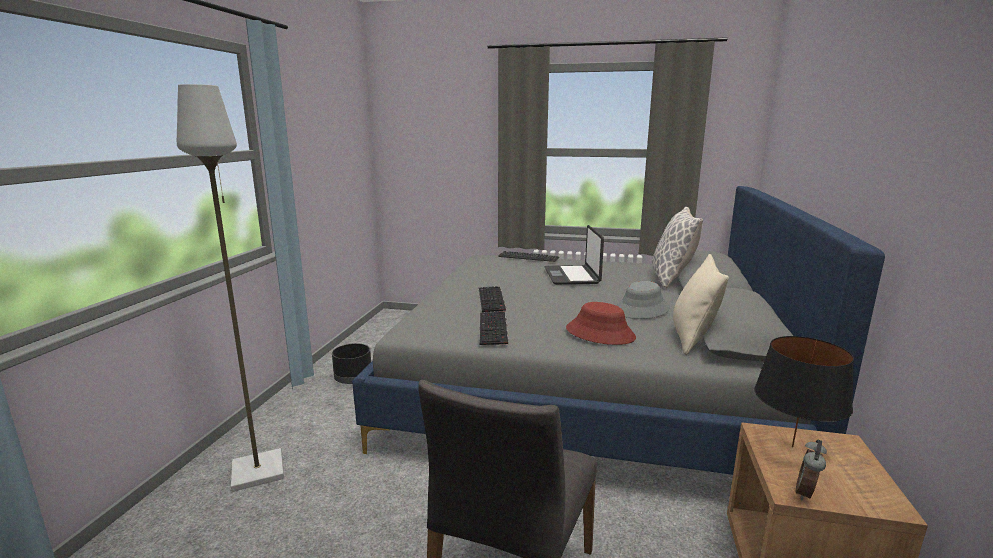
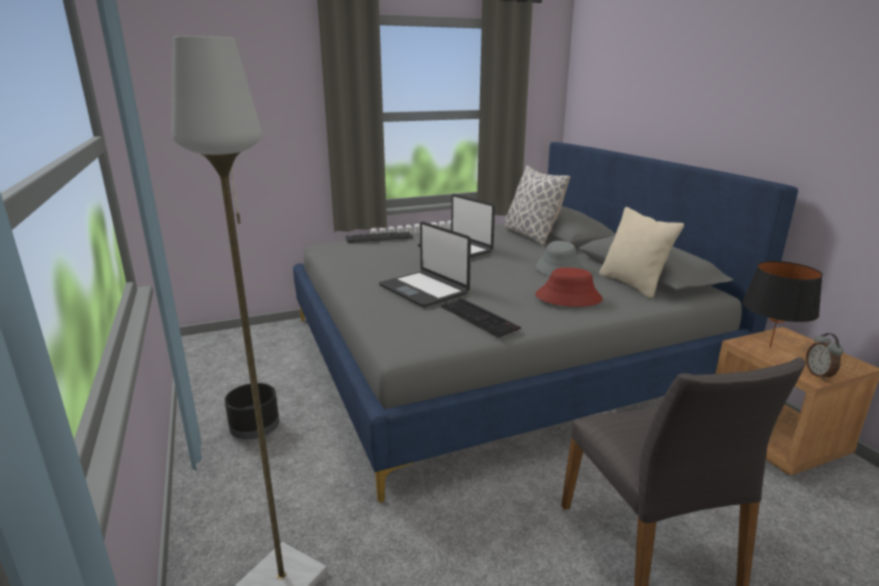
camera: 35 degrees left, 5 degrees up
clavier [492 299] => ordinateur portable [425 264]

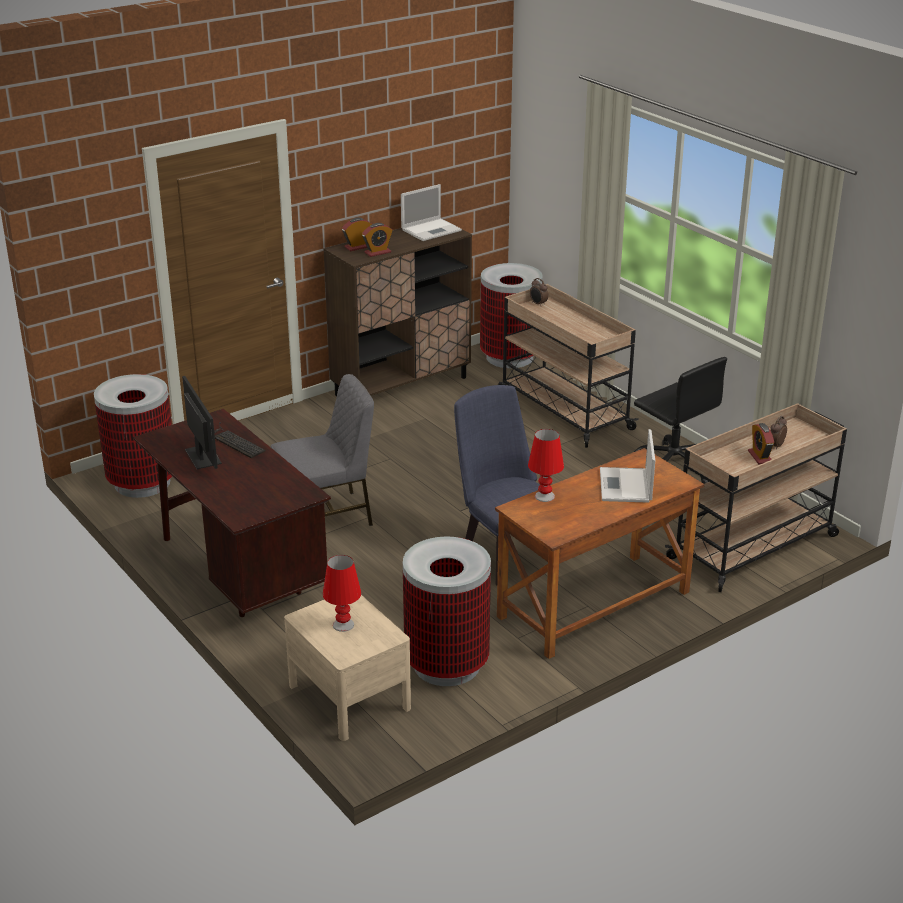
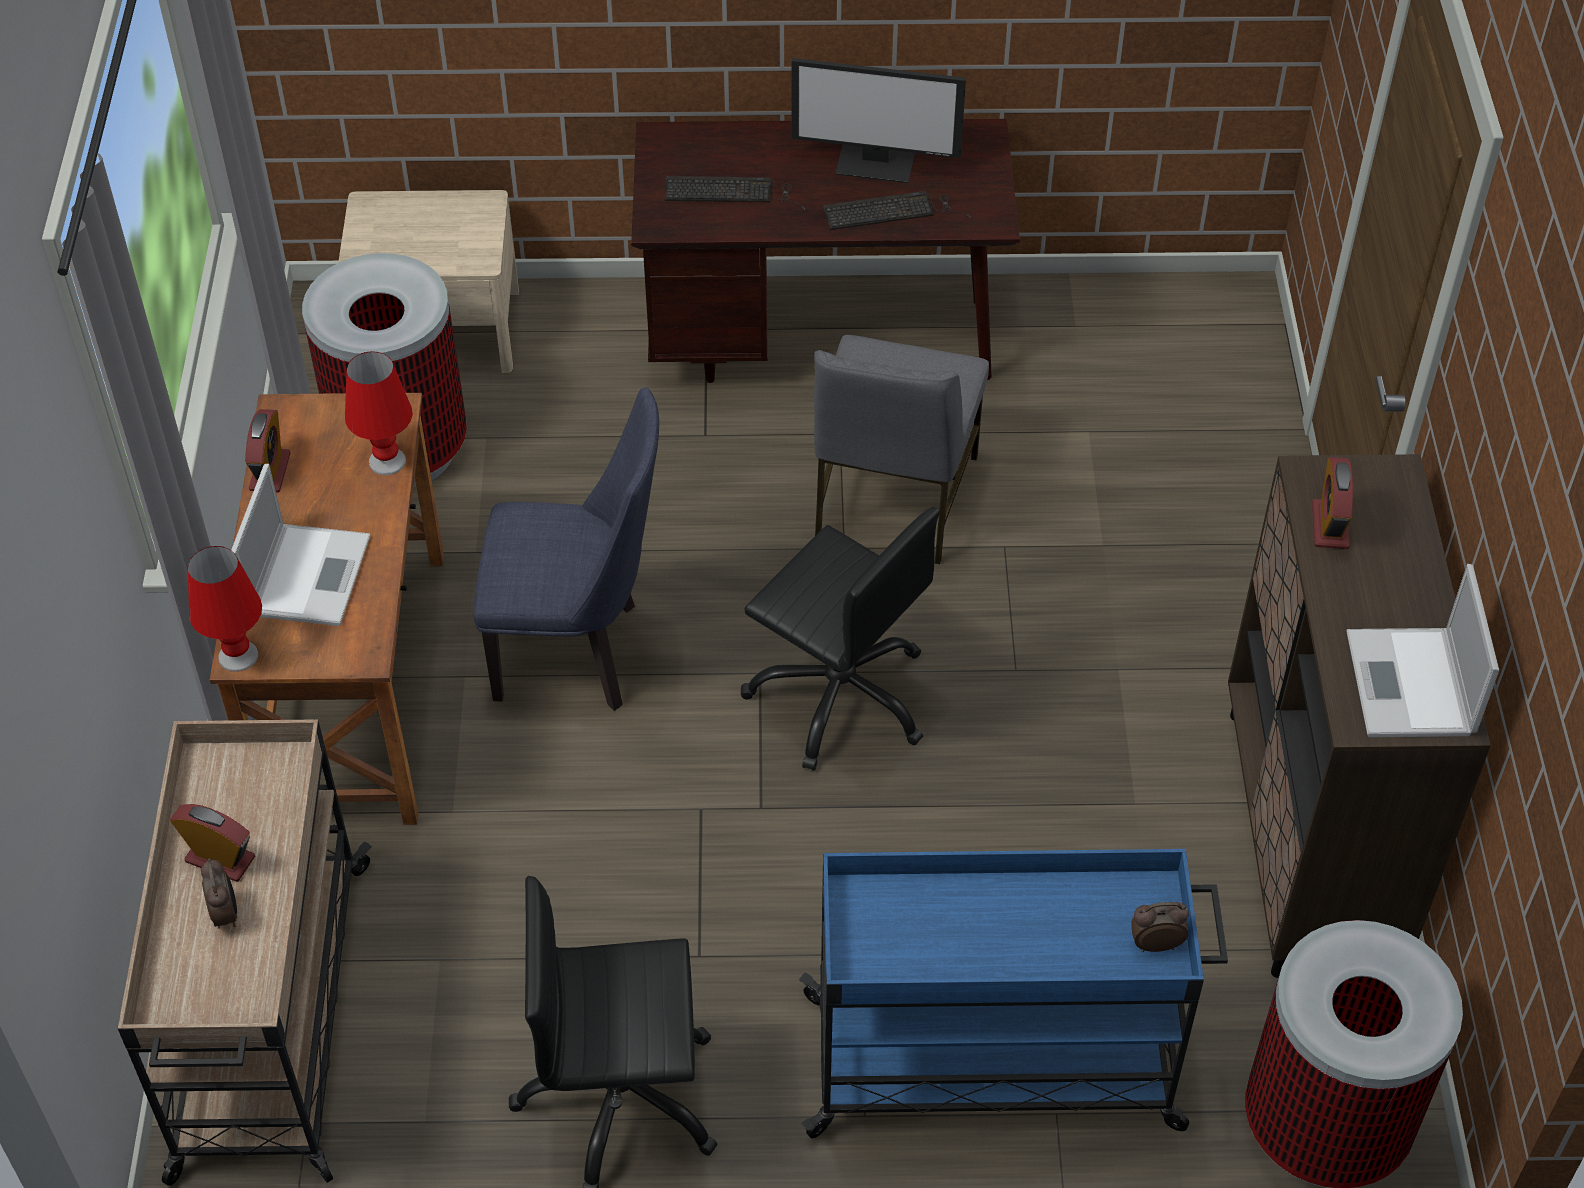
camera: 125 degrees right, 20 degrees up
réveil [357 234] => réveil [268 451], moved
chariot/beige [568 366] => chariot/bleu [1013 993]
poubelle [133 436] => nothing
ordinateur portable [627 466] => ordinateur portable [300 545], 60 degrees clockwise
lampe de table/rouge [342 593] => lampe de table/rouge [225 609], moved
nothing => clavier [735 193]
nothing => chaise de bureau/noir [840 639]

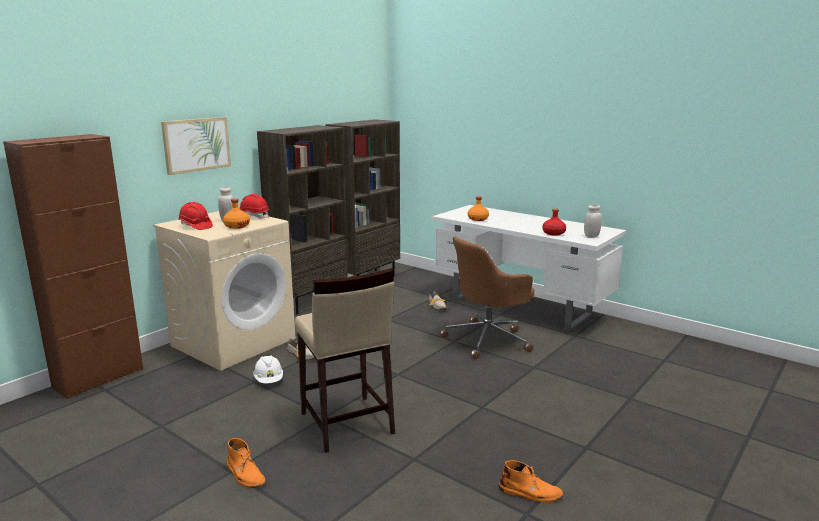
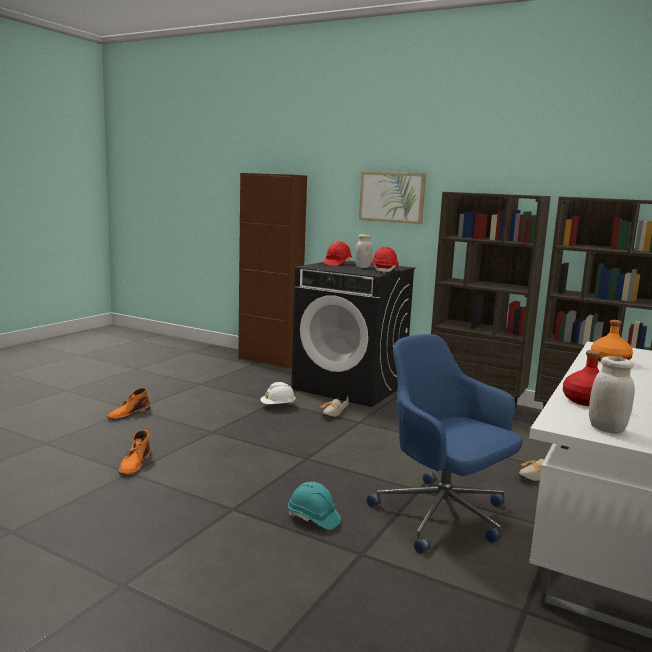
camera: 80 degrees right, 5 degrees down
bouteille/orange [236 213] => nothing
lave-linge/beige [224 291] => lave-linge/noir [353 334]
chaise de bureau/marron [487 297] => chaise de bureau/bleu [444 444]
tabouret/beige [345 360] => nothing
botte/orange [531 481] => botte/orange [134 453], moved
nothing => casque de chantier/turquoise [314 506]

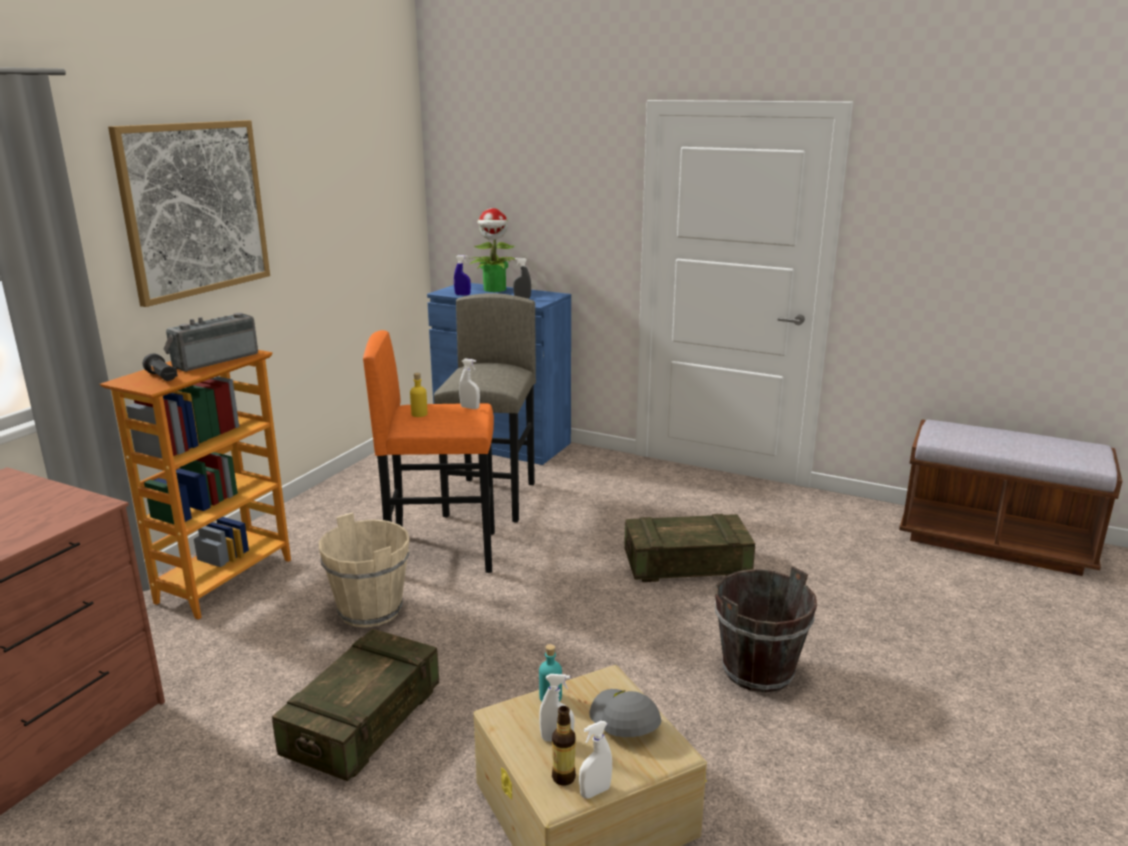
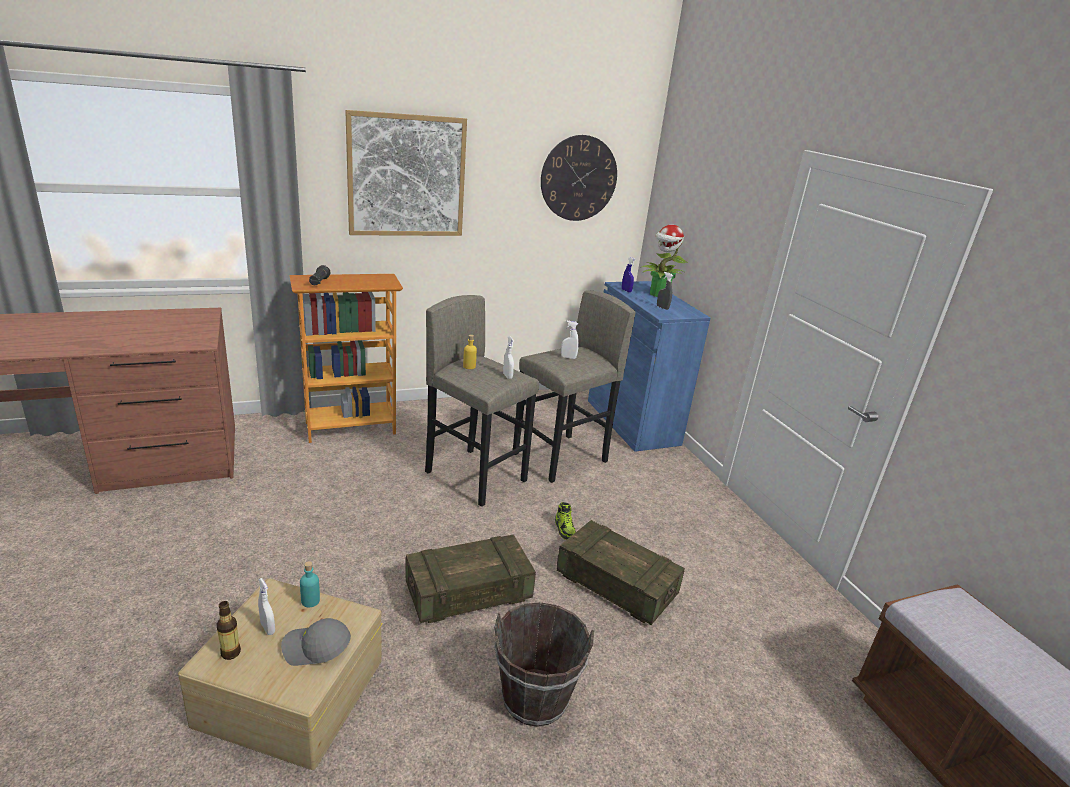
camera: 40 degrees right, 5 degrees up
radio [211 342] => nothing
tabouret/orange [429 451] => tabouret/gris [482 401]
seau/beige [364 569] => nothing
caisse [355 705] => caisse [470 578], moved
casquette/gris [625 713] => casquette/gris [316 642], 105 degrees counterclockwise
vaporisateur/blanc [595 760] => vaporisateur/blanc [570 340], moved
nothing => horloge murale [579 178]
nothing => chaussure [565 521]

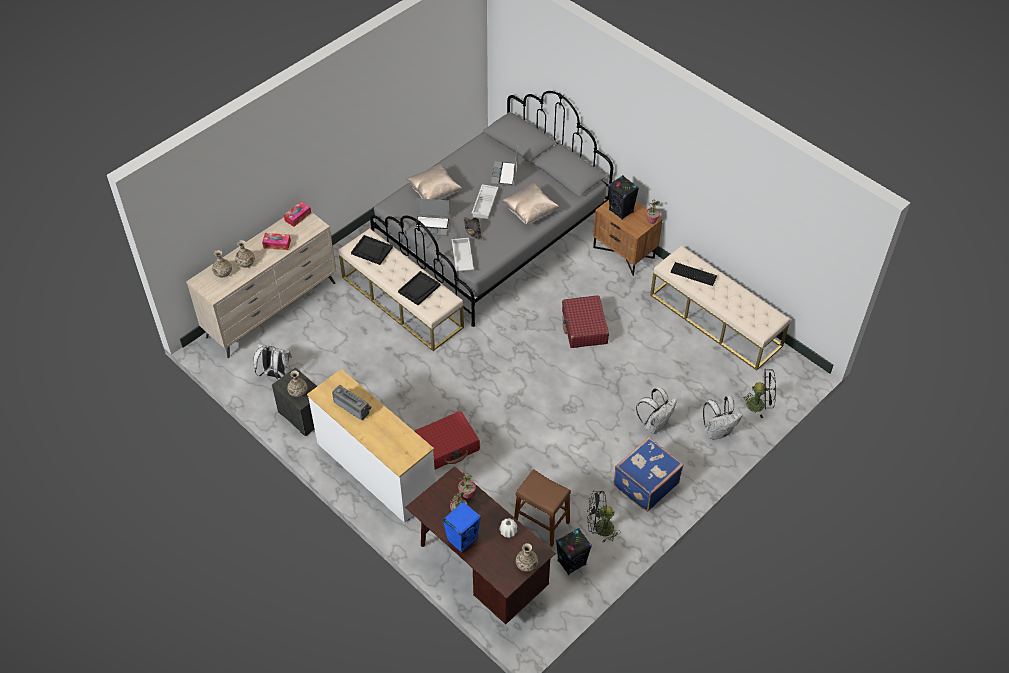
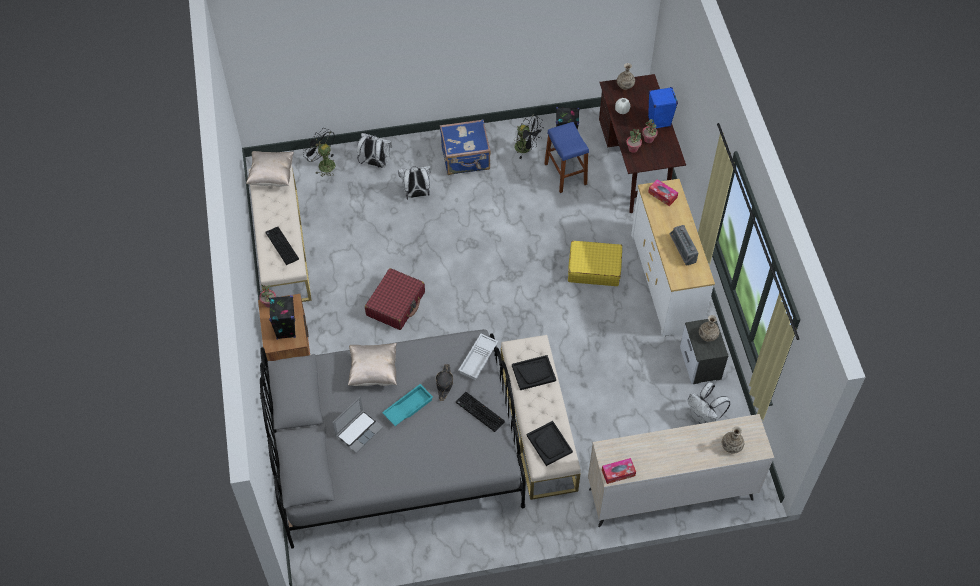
camera: 145 degrees left, 5 degrees up
coussin/beige [434 182] => coussin/beige [270 169], moved
plateau/blanc [485 201] => plateau/turquoise [407 405]
ordinateur portable [432 217] => clavier [480 412]
boîte à mouchoirs [276 241] => boîte à mouchoirs [663 192], moved
vase [245 254] => nothing
valise/rouge [447 440] => valise/jaune [595 263]
tabouret/marron [542 507] => tabouret/bleu [566 157]

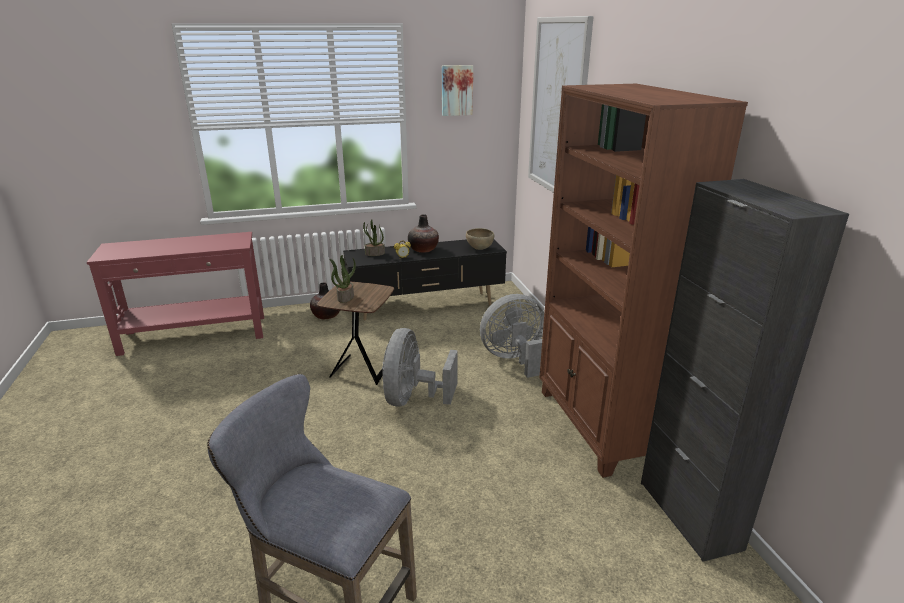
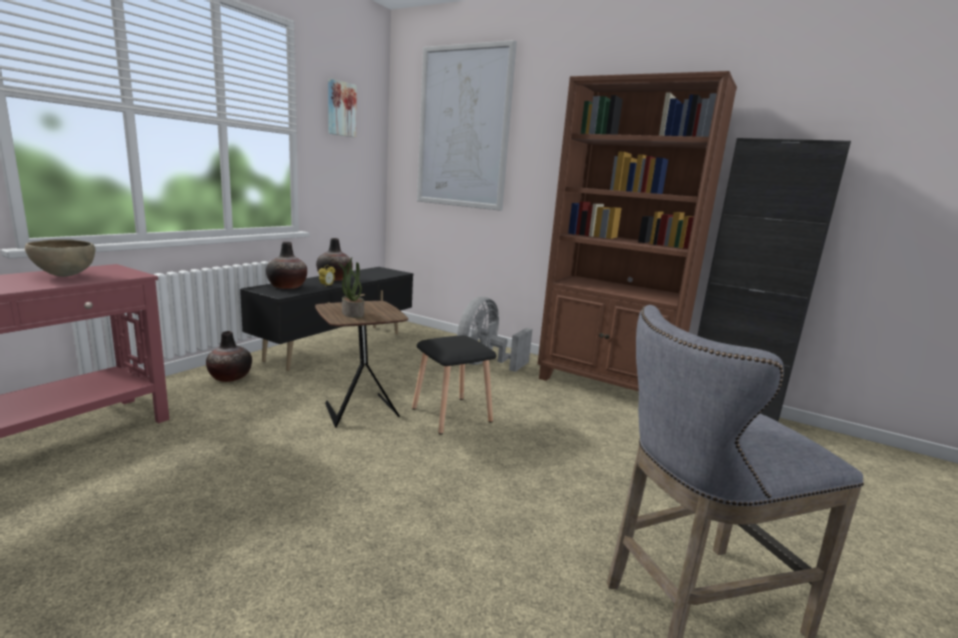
camera: 45 degrees left, 10 degrees down
plante en pot [374 237] => vase [286 265]
bol/marron [480 239] => bol/marron [60 258], moved
ventilateur/gris [420 367] => tabouret/noir [454 385]

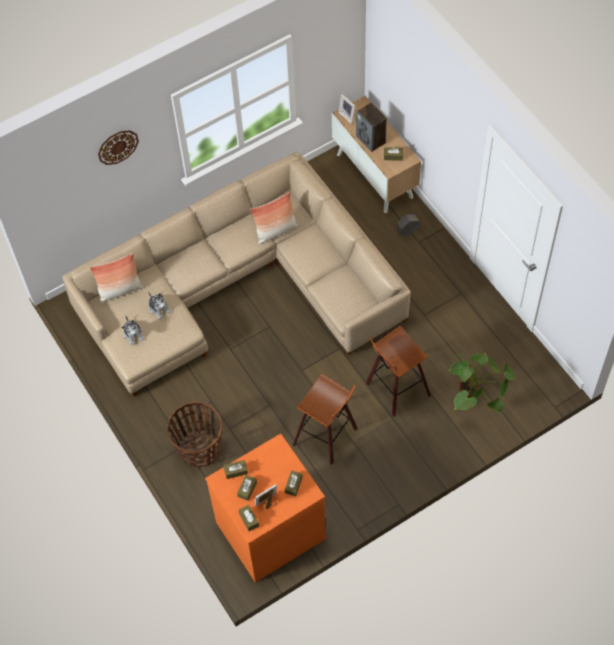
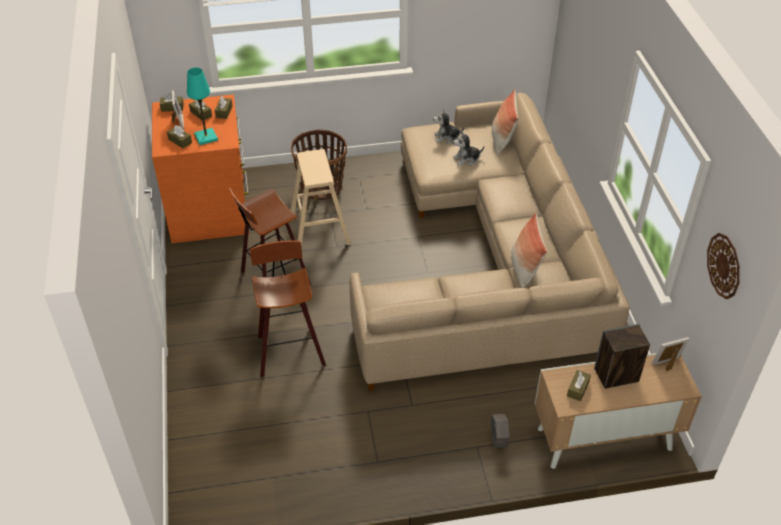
camera: 110 degrees right, 15 degrees down
horloge murale [118 147] => horloge murale [723 266], moved
plante en pot [481 382] => nothing
nothing => lampe de table/turquoise [202 106]
nothing => tabouret/beige [320 198]

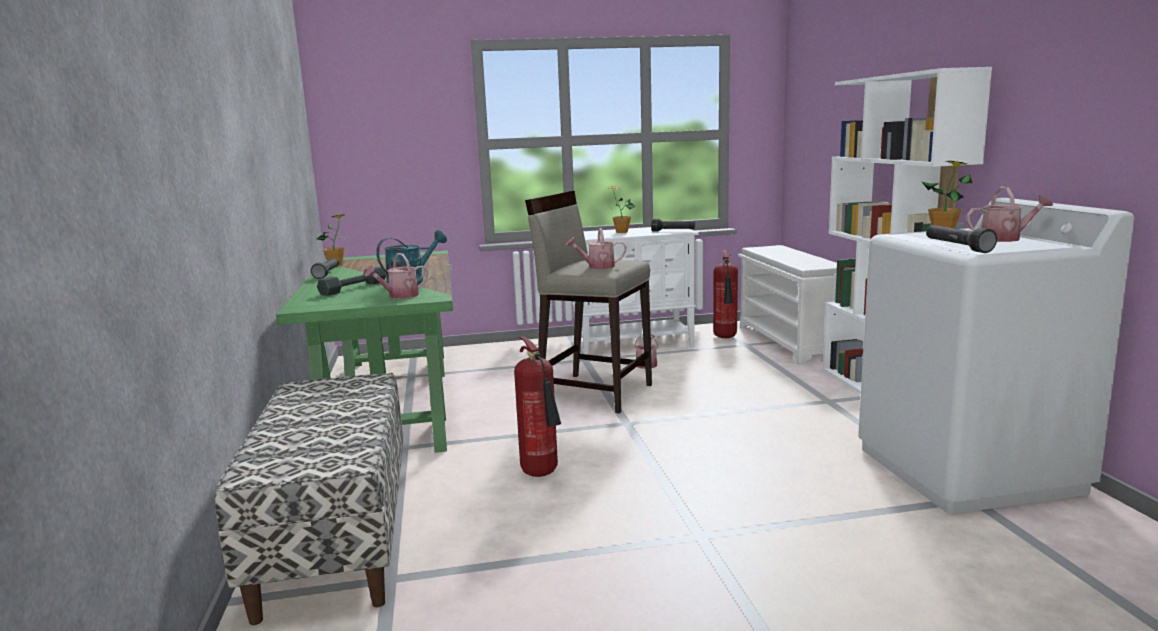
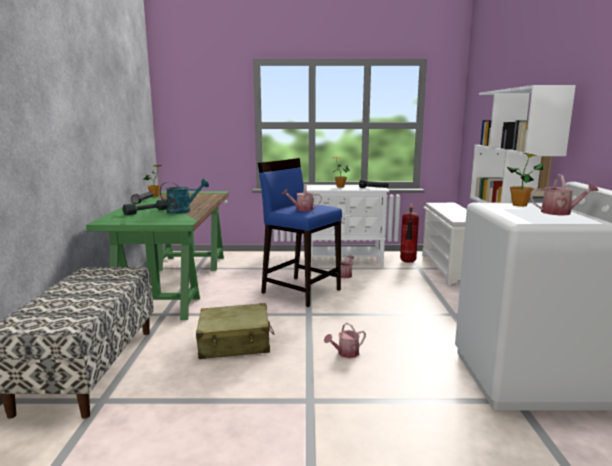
camera: 10 degrees right, 0 degrees up
tabouret/beige [588 302] => tabouret/bleu [300 232]
lampe de poche/noir [961 239] => nothing
arrosoir [396 275] => arrosoir [345 340], moved
extincteur [537 406] => valise/beige [235 331]

